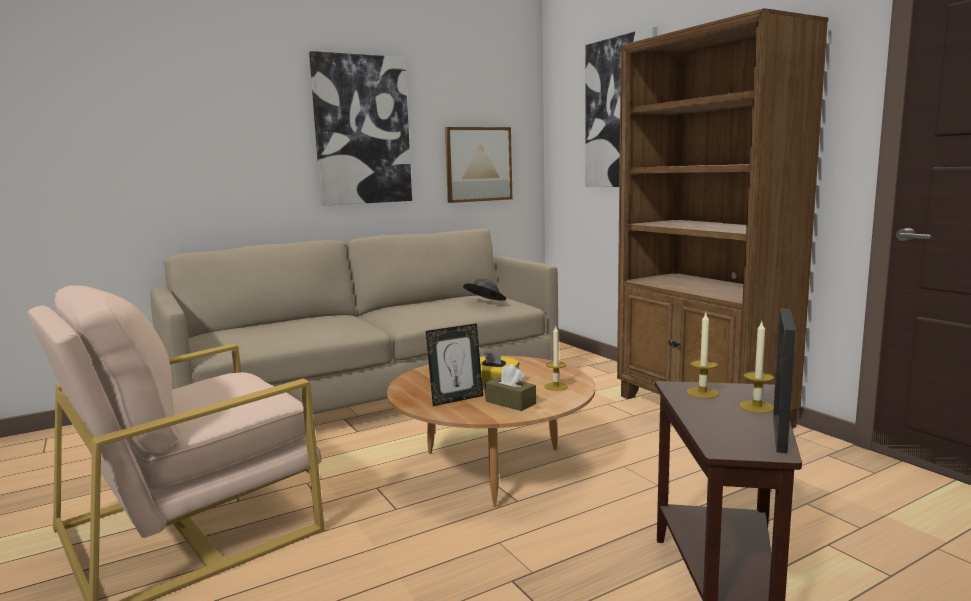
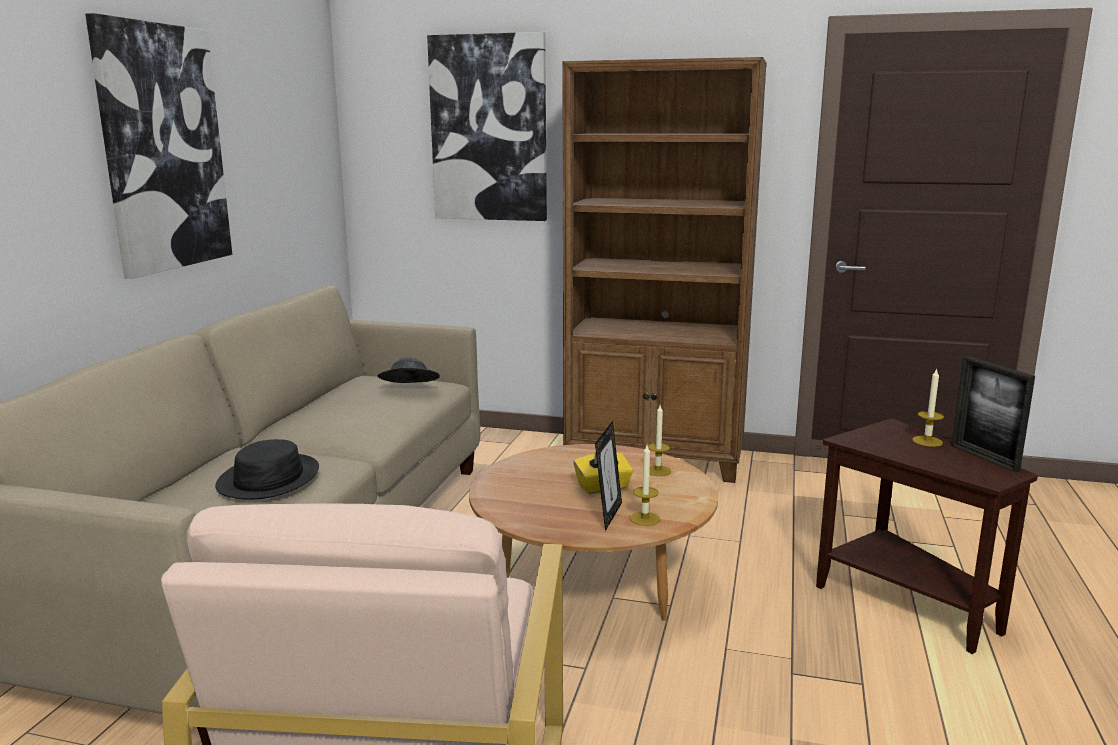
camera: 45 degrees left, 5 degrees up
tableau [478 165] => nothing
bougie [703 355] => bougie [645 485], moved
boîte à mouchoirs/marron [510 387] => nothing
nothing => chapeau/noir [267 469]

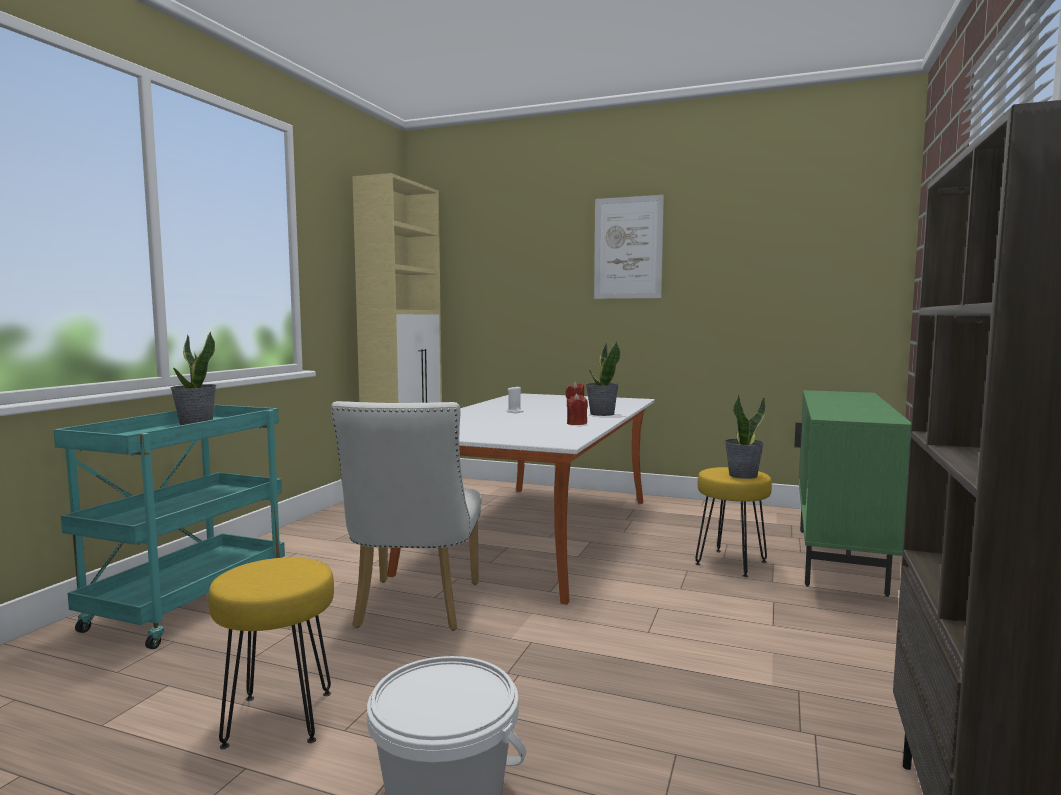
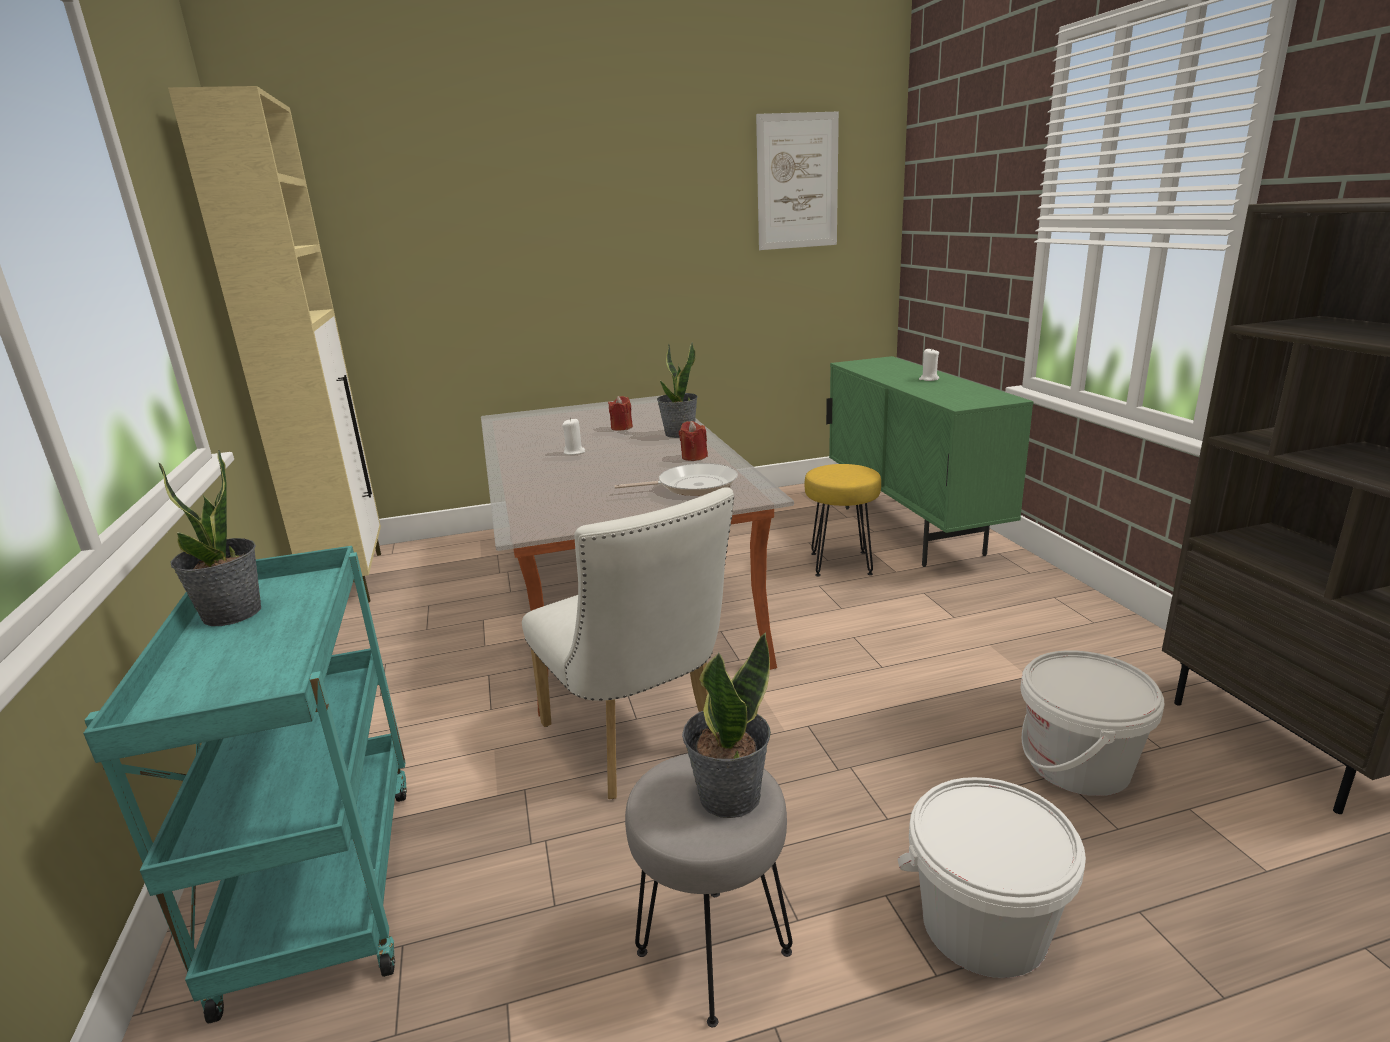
camera: 35 degrees left, 15 degrees up
tableau [629 247] => tableau [797 181], moved
plante en pot [745 436] => plante en pot [726 725], moved
tabouret/jaune [271 653] => tabouret/gris [708 890]
nothing => bougie/blanc [929 364]
nothing => poêle [676 479]
nothing => seau/blanc [1092 723]

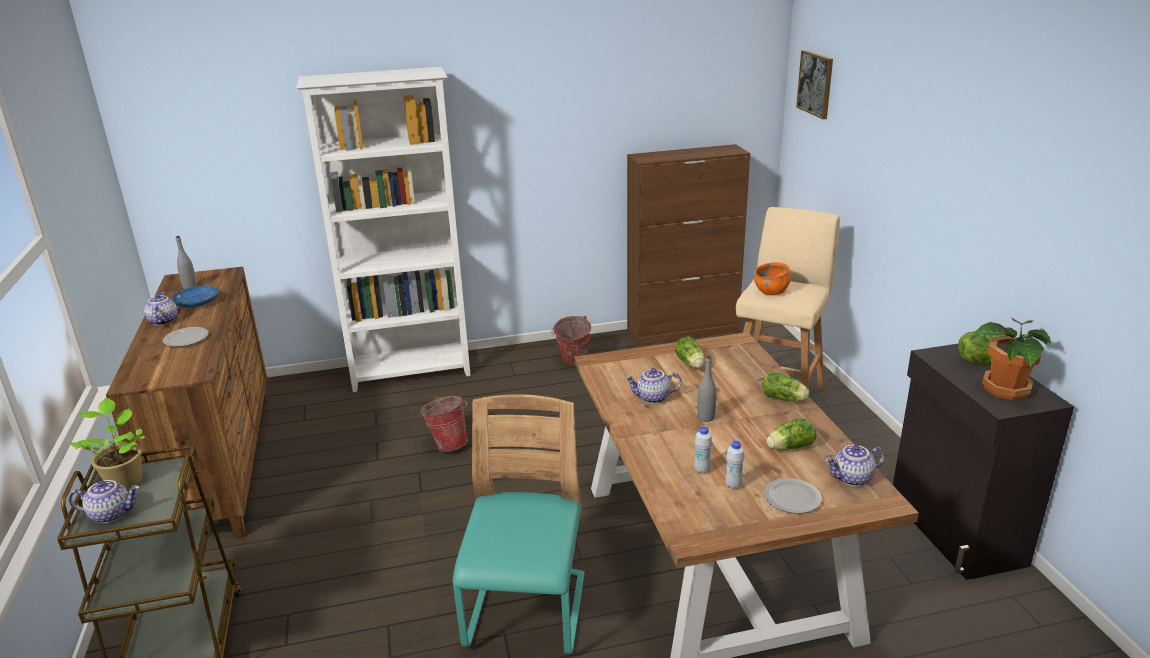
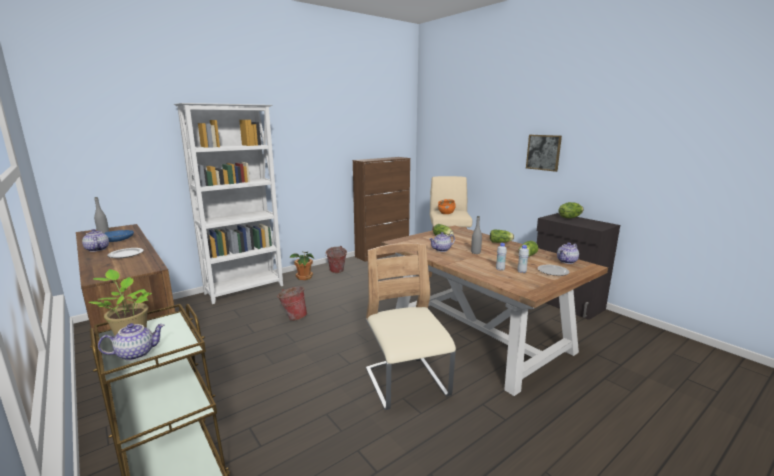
camera: 25 degrees left, 10 degrees down
tableau [814 84] => tableau [544 153], moved
plante en pot [1012 359] => plante en pot [301 265], moved
chaise/turquoise [519 524] => chaise/beige [411 326]

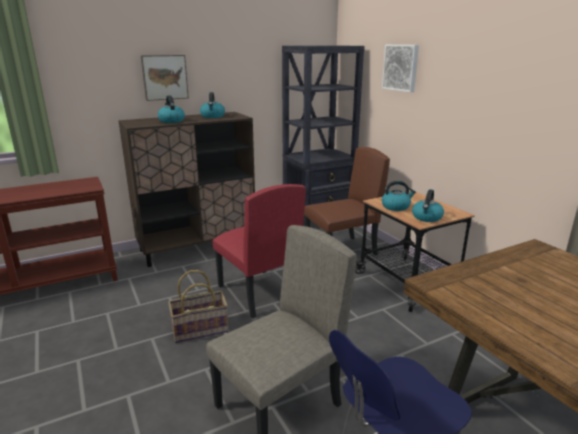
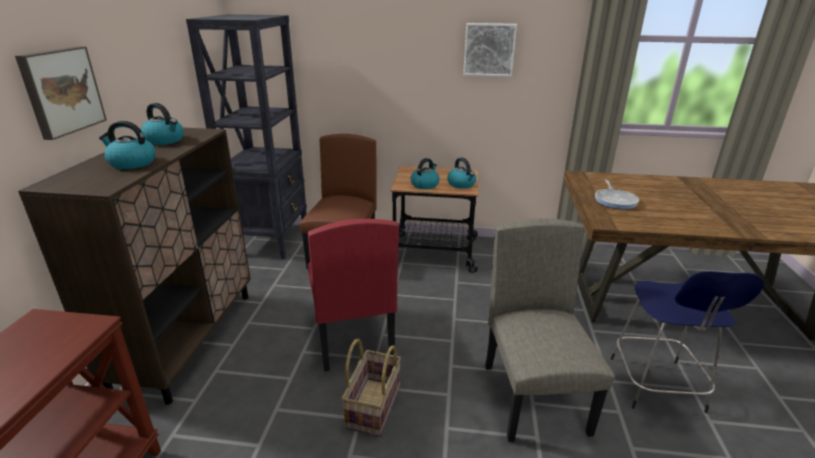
camera: 55 degrees left, 5 degrees up
tableau [400 68] => tableau [490 50], moved
chaise/rouge [259 251] => chaise/rouge [353 295], 75 degrees clockwise
nothing => poêle [617 194]

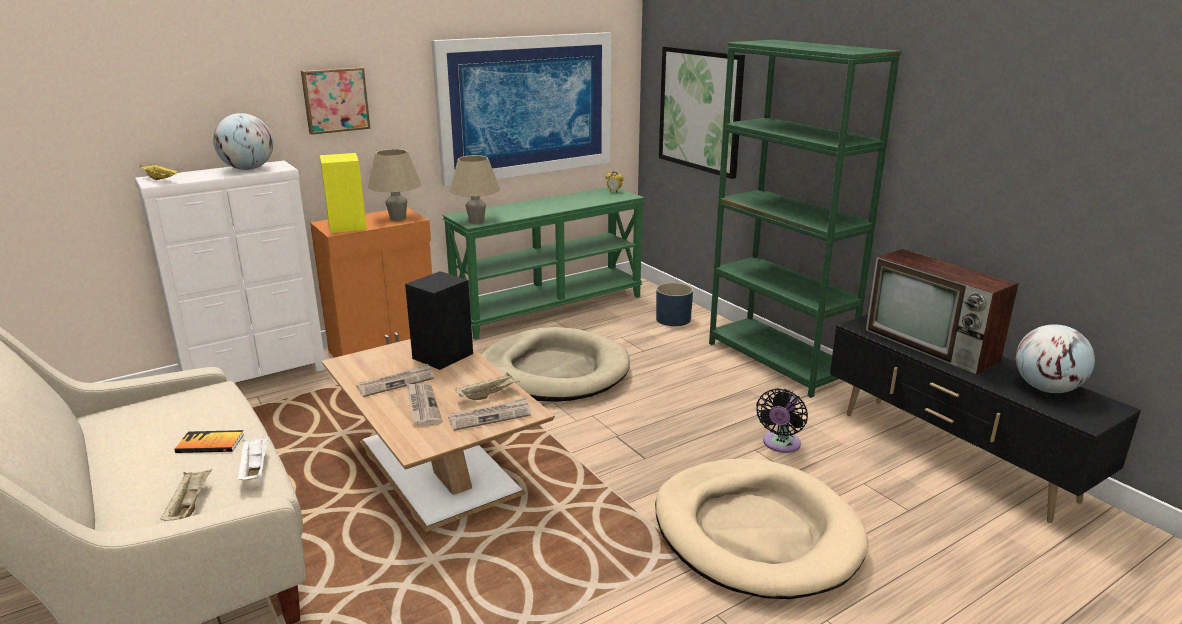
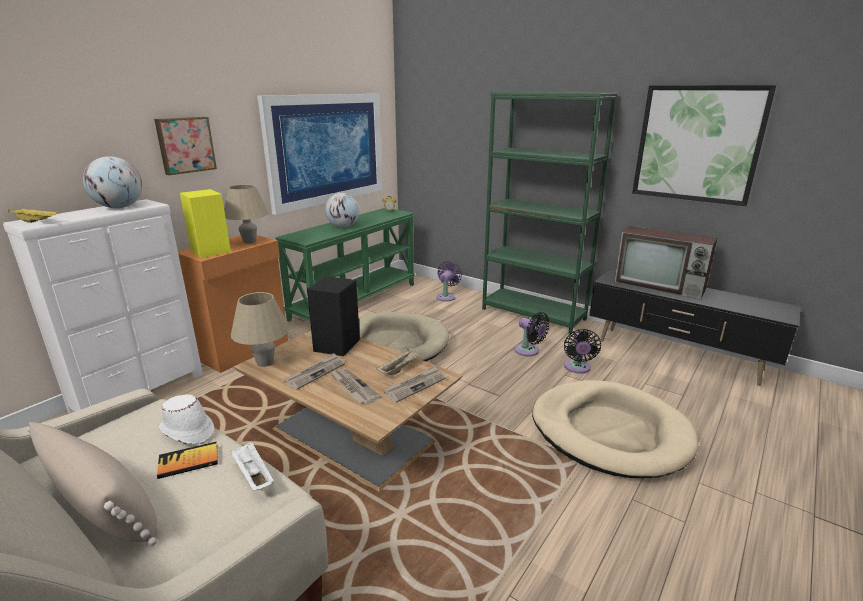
camera: 20 degrees left, 0 degrees up
tableau [702 112] => tableau [704 145], moved
lampe de table/beige [475 189] => lampe de table/beige [260 329], moved
cache-pot/bleu [674 304] => ventilateur/violet [449 281]
globe [1055 358] => globe [342 210], moved
plateau/beige [186 495] => nothing
nothing => ventilateur/noir [532 334]
nothing => chapeau/blanc [186 419]
nothing => coussin/beige [92 484]

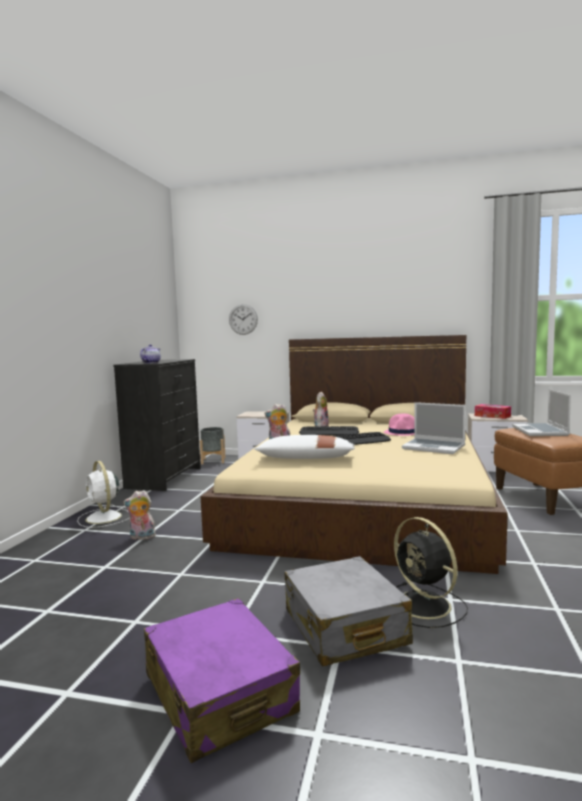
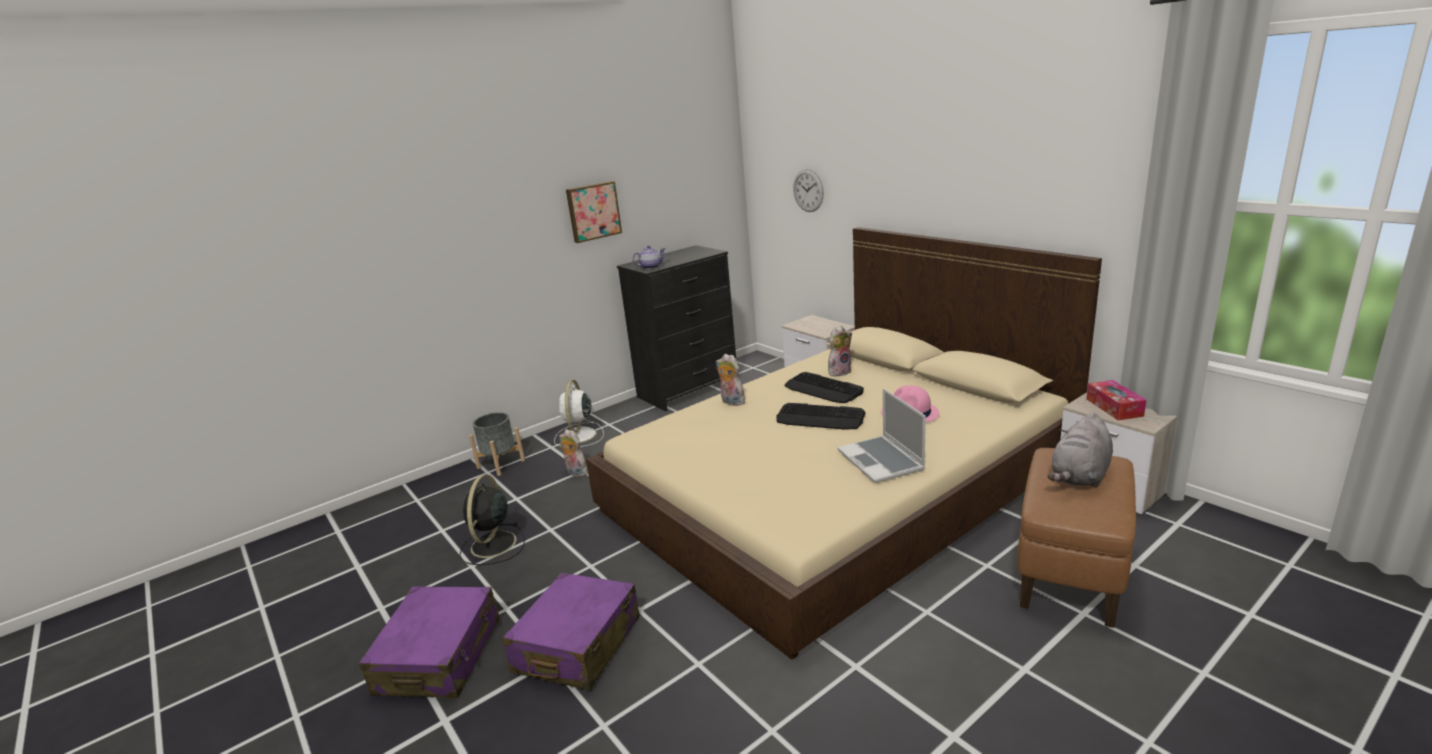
camera: 40 degrees right, 15 degrees up
ordinateur portable [541 412] => peluche/gris [1080 450]
cache-pot/gris [213 445] => cache-pot/gris [497 444], moved
coussin/blanc [304 447] => nothing
ventilateur/noir [431 572] => ventilateur/noir [492 520], moved
valise/gris [349 611] => valise/violet [571 631]
nothing => tableau [594 212]

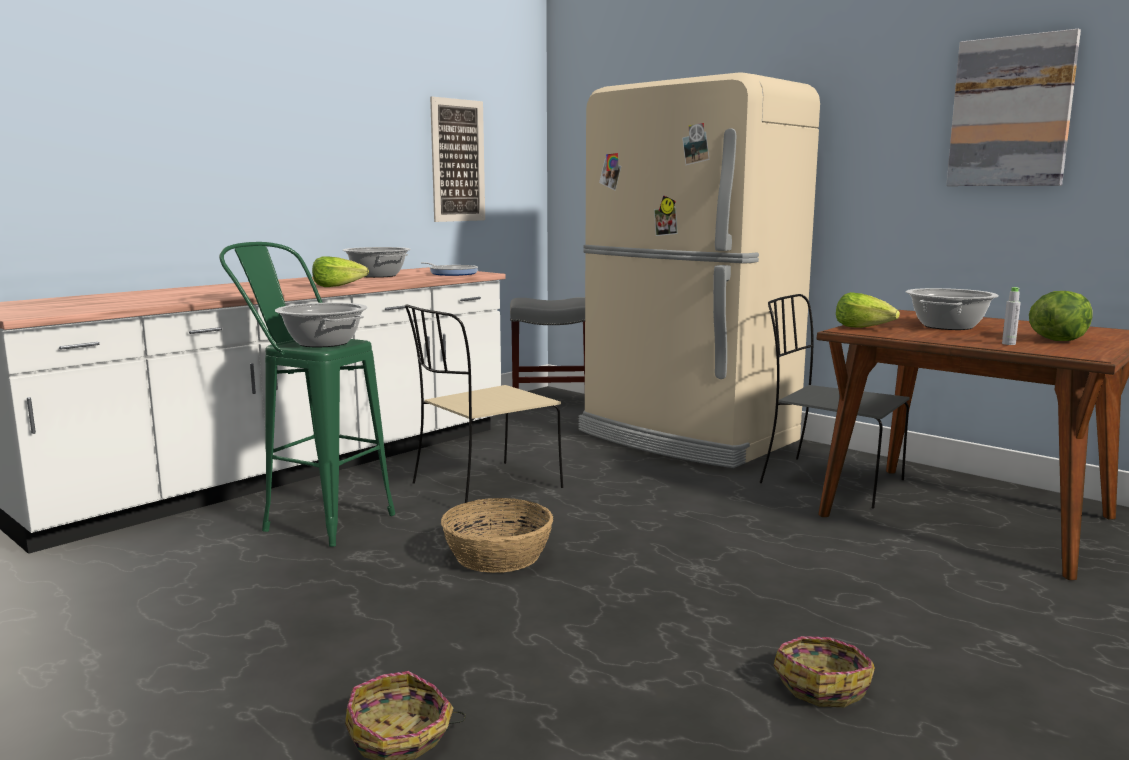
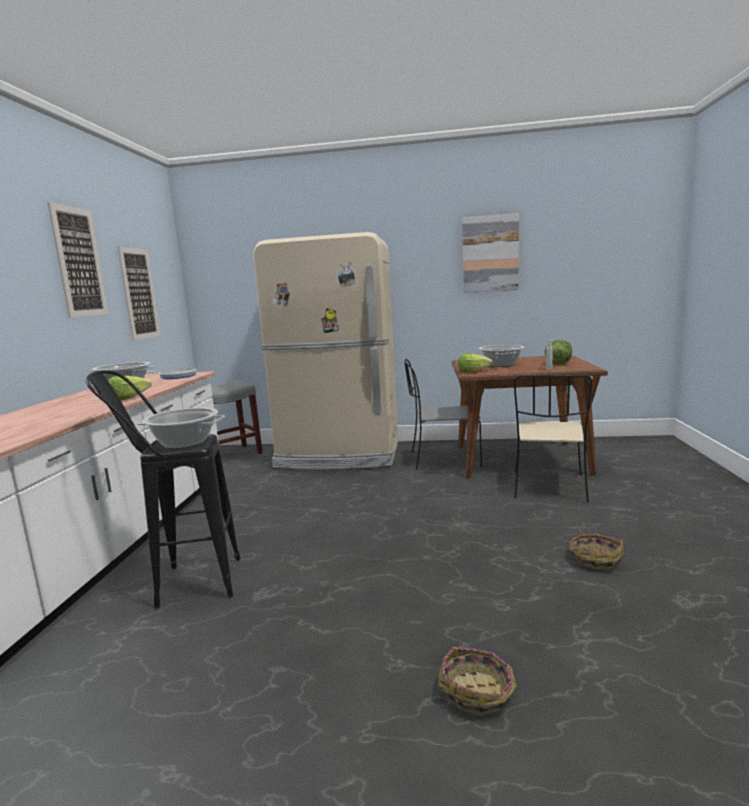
camera: 35 degrees left, 0 degrees up
tabouret/vert [307 394] => tabouret/noir [163 489]
chaise/beige [484 403] => chaise/beige [553 438], moved
panier [497 535] => nothing
nothing => tableau [77 260]

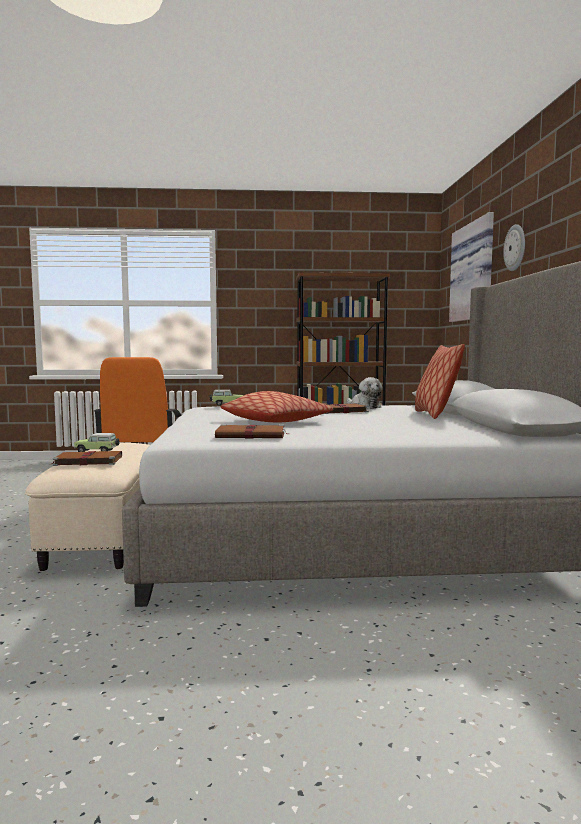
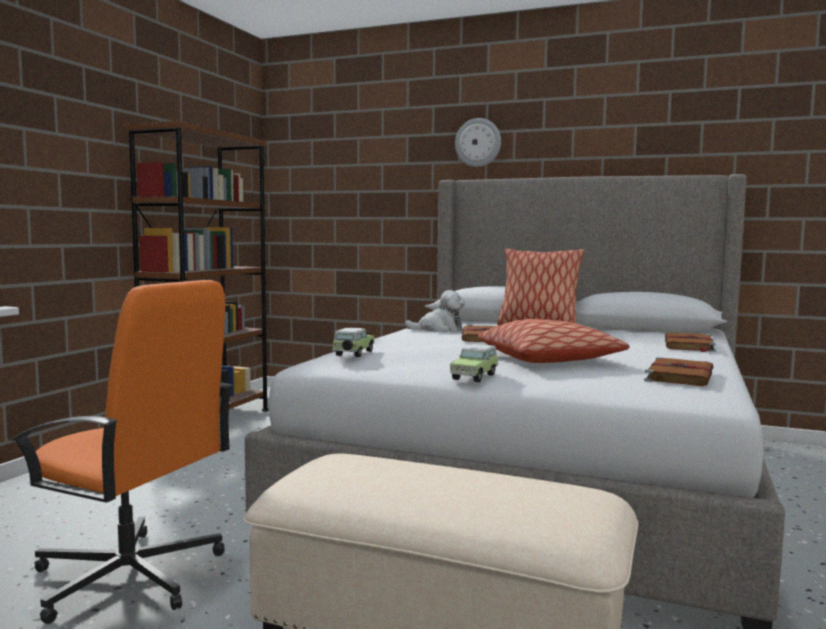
camera: 65 degrees left, 0 degrees up
tableau [471 267] => nothing
petite voiture [97 442] => petite voiture [474 363], moved
livre/marron [87 458] => livre/marron [690 342], moved

